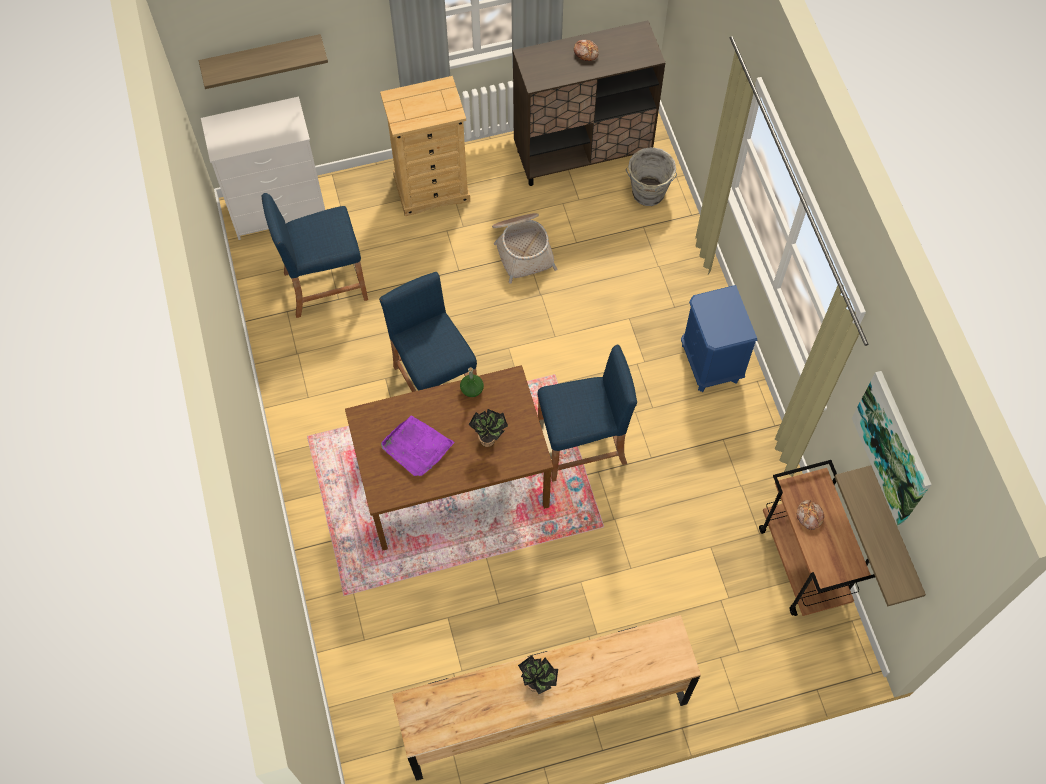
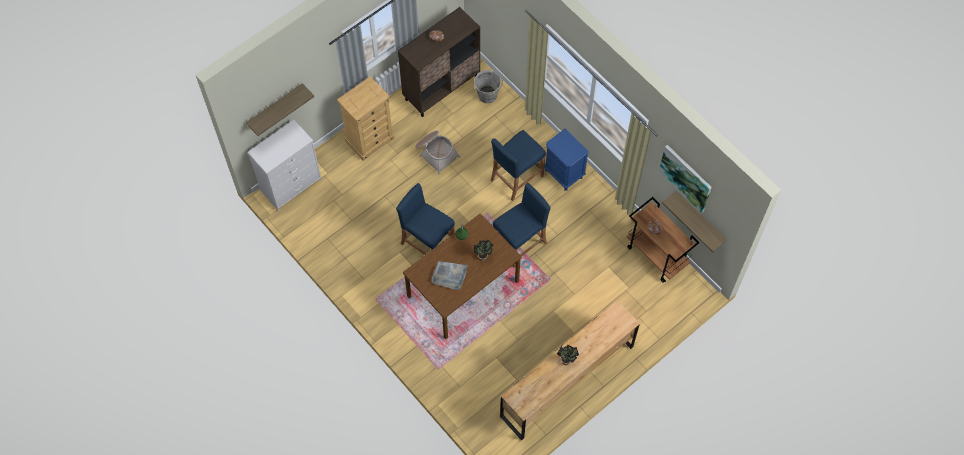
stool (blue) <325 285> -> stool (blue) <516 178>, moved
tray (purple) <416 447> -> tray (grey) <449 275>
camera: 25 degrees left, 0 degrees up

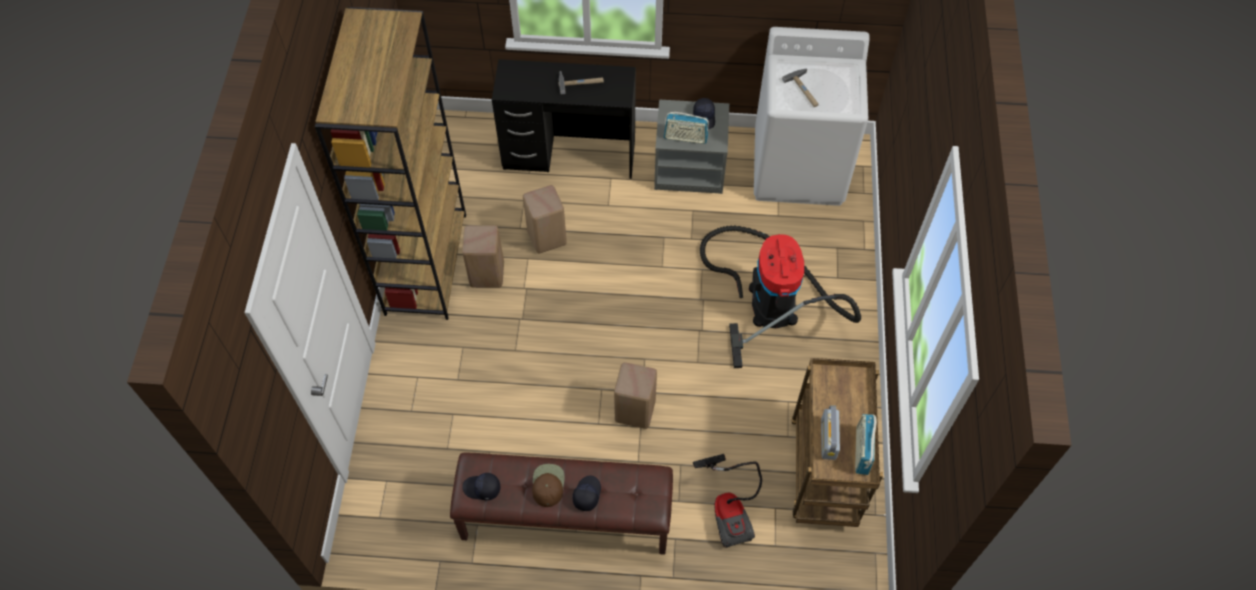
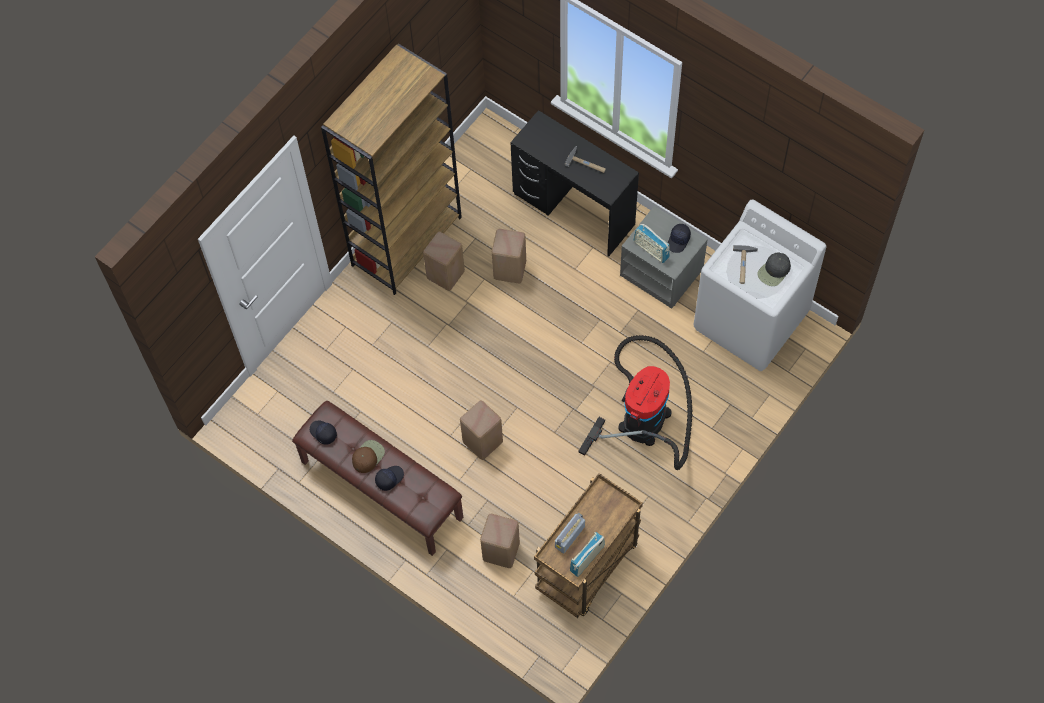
vacuum cleaner <729 509> -> stool (beige) <500 552>
none -> cap (black) <774 271>
camera: 35 degrees right, 5 degrees up

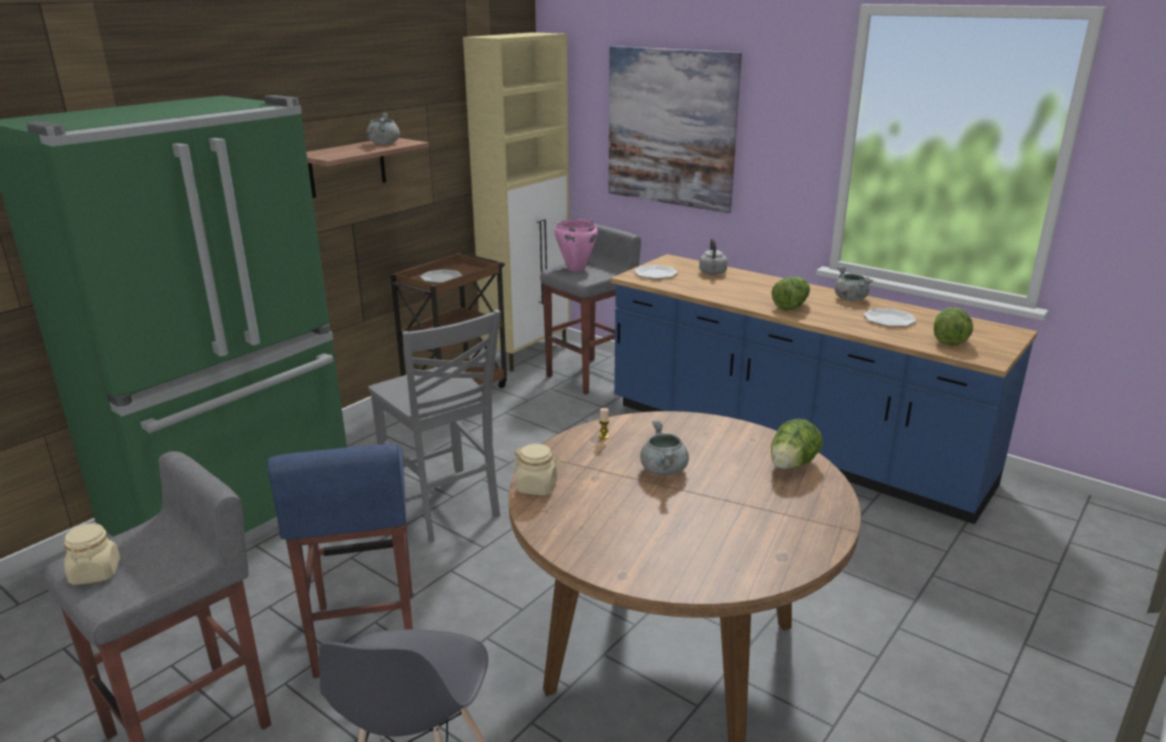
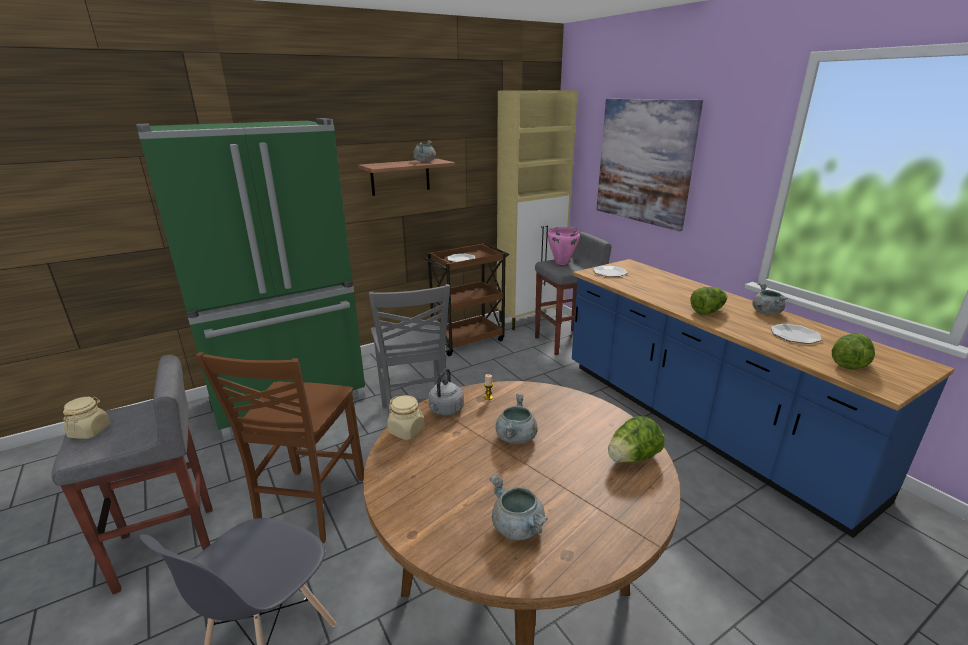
kettle (grey) <712 273> -> kettle (grey) <445 410>, moved
stool (blue) <364 635> -> chair (brown) <309 506>
none -> cooking pot (grey) <518 528>
camera: 20 degrees right, 0 degrees up

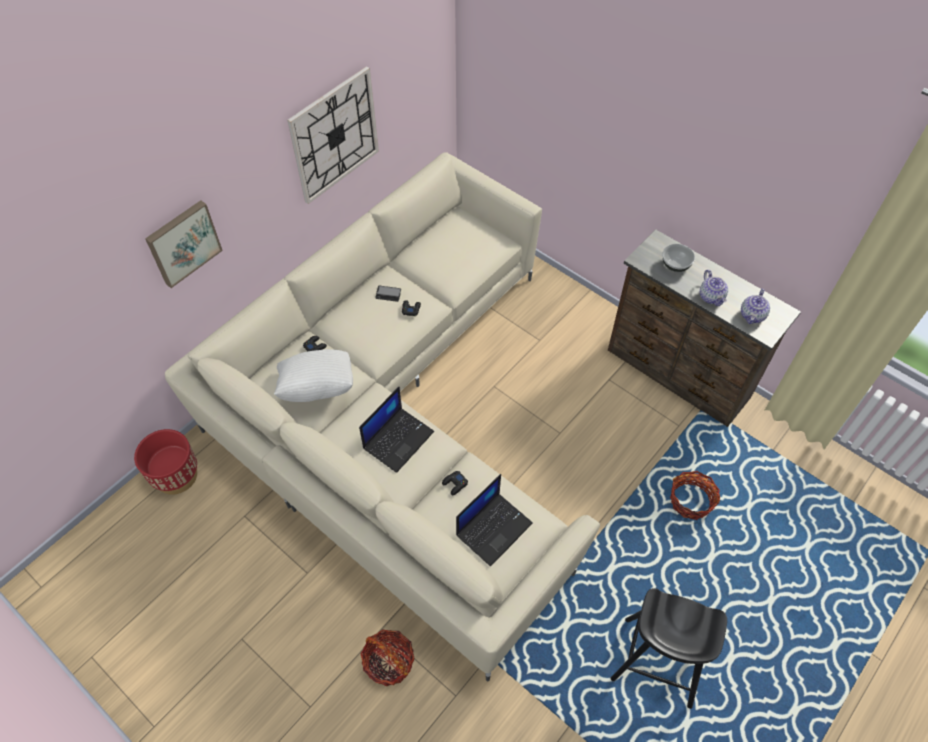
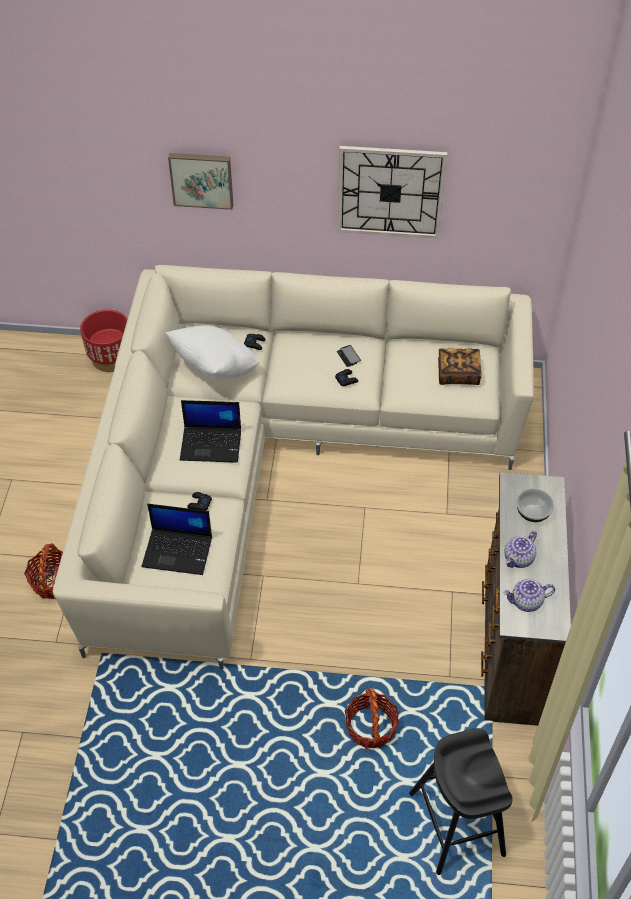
stool (black) <658 662> -> stool (black) <456 824>, moved
none -> book <458 374>
camera: 55 degrees right, 5 degrees down

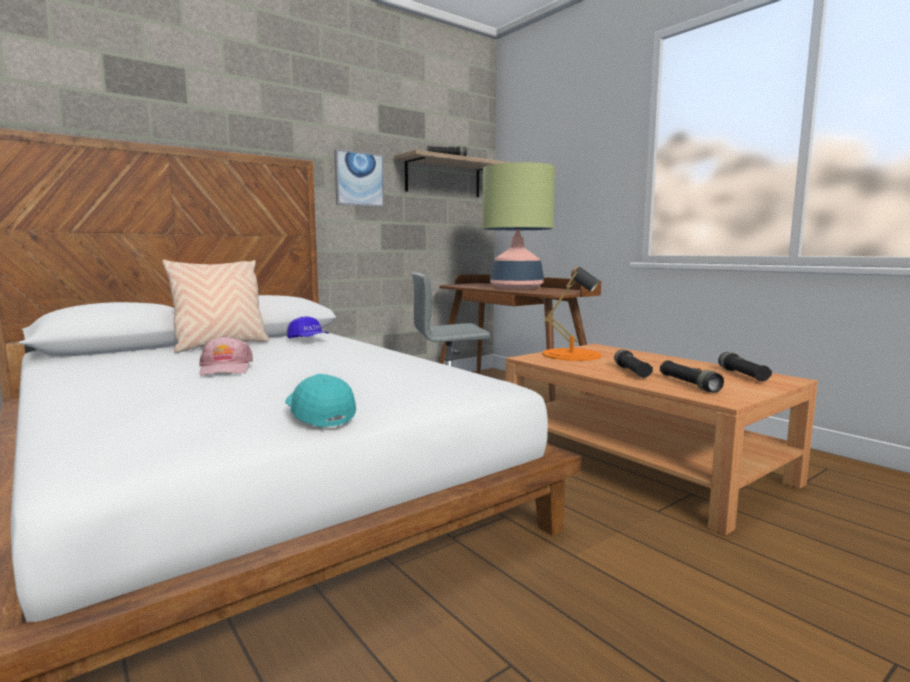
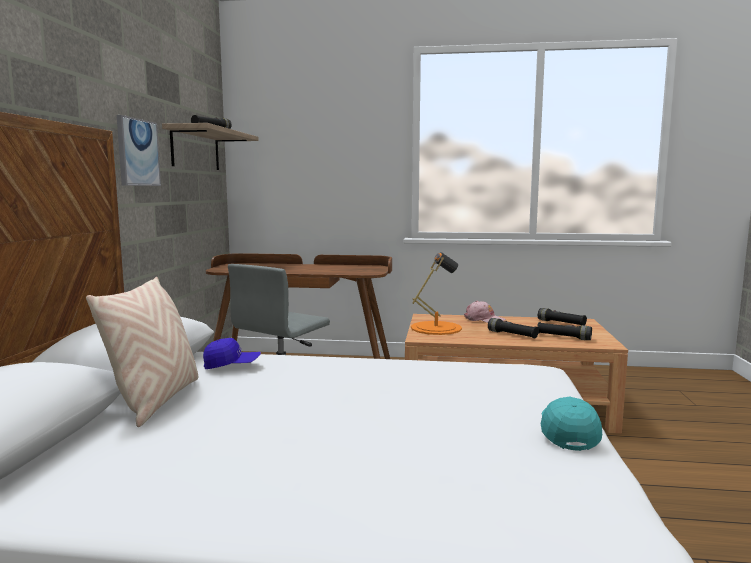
table lamp <516 288> -> none
cap (pink) <225 369> -> cap (pink) <484 320>, moved
cap (turquoise) <319 415> -> cap (turquoise) <567 433>, 90 degrees clockwise
camera: 45 degrees left, 0 degrees up

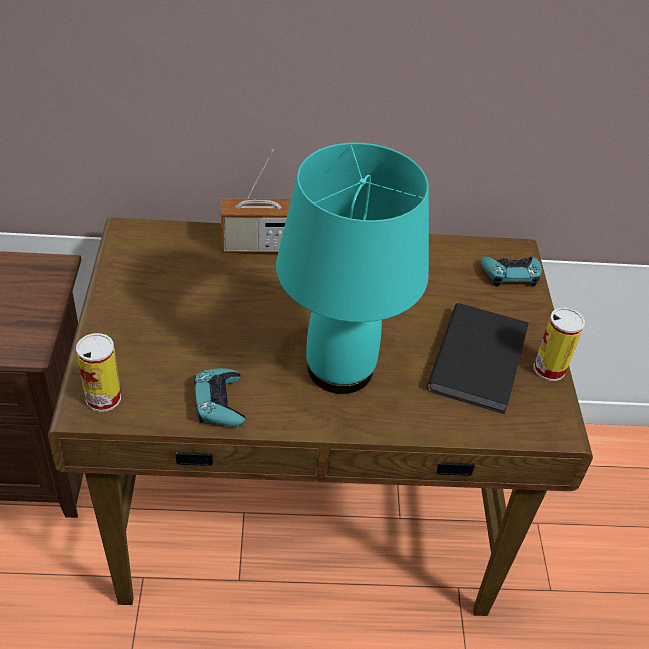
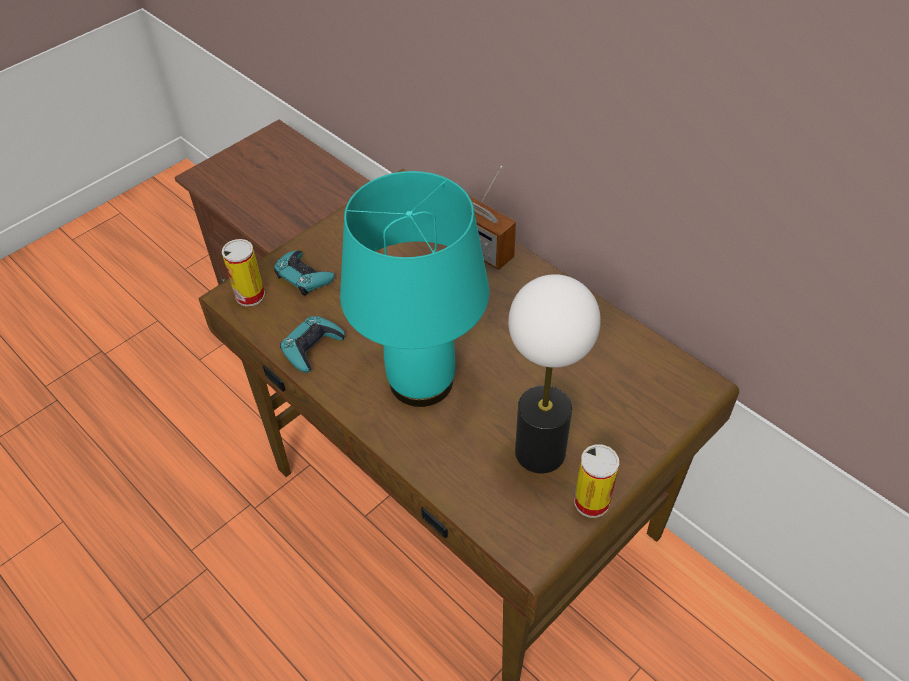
game controller (turquoise) <510 274> -> game controller (turquoise) <303 277>, moved
book (black) <481 360> -> table lamp <541 452>
camera: 50 degrees right, 5 degrees up

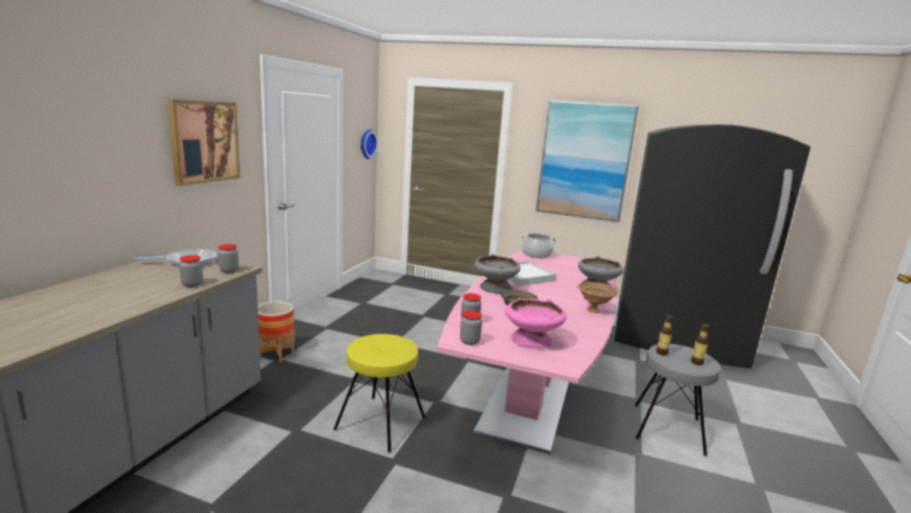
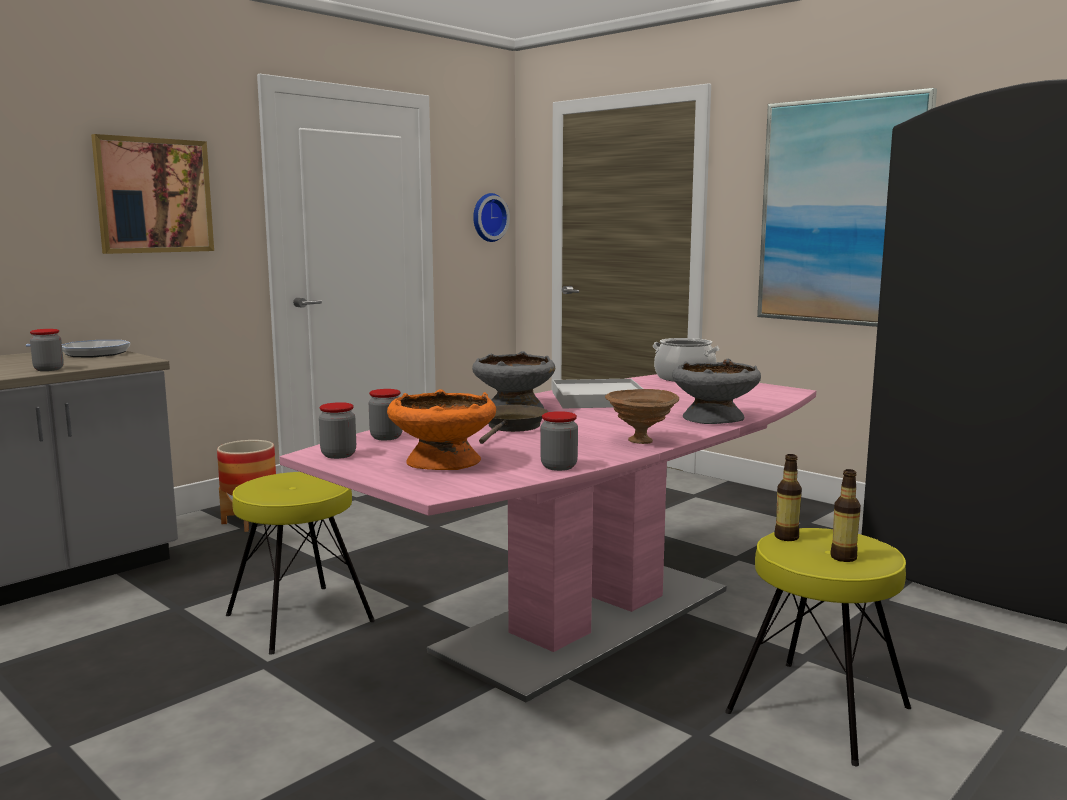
jar <229 271> -> jar <559 466>, moved
bowl (pink) <532 340> -> bowl (orange) <442 462>
stool (grey) <668 429> -> stool (yellow) <819 710>
camera: 25 degrees right, 5 degrees down

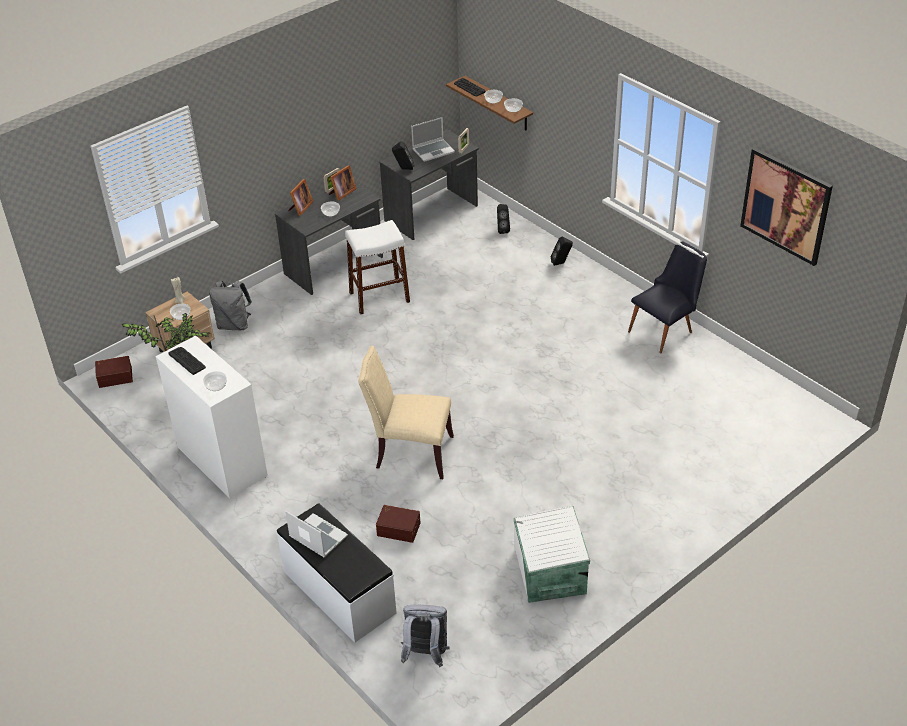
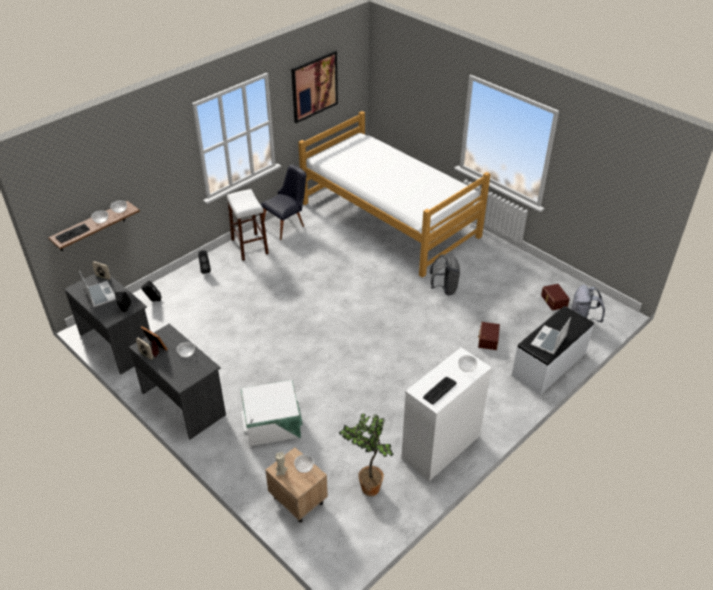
picture frame <300 208> -> none
stool (white) <379 297> -> stool (white) <249 246>, moved
chair (black) <665 330> -> chair (black) <287 225>, 90 degrees clockwise
backpack (grey) <234 325> -> backpack (grey) <444 289>, moved
chair (beige) <410 453> -> none
storage box (brown) <115 376> -> storage box (brown) <553 301>, moved
storage box (white) <549 572> -> storage box (white) <273 426>, moved
none -> bed <389 219>
camera: 95 degrees left, 0 degrees up

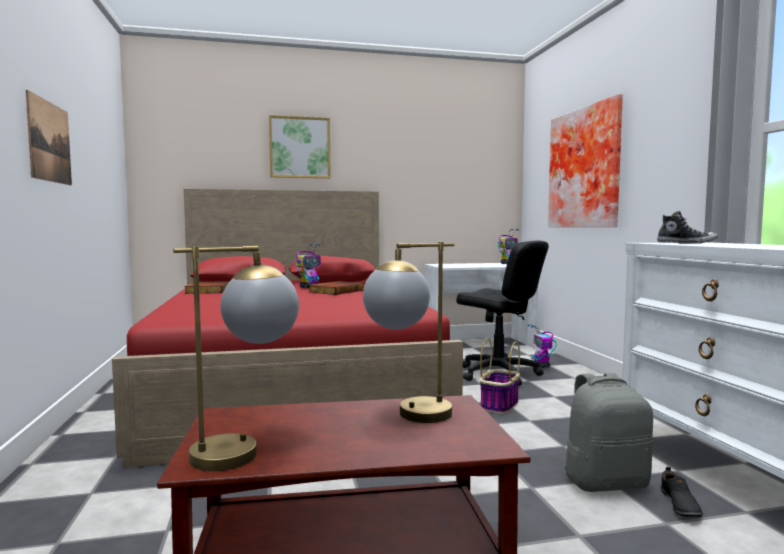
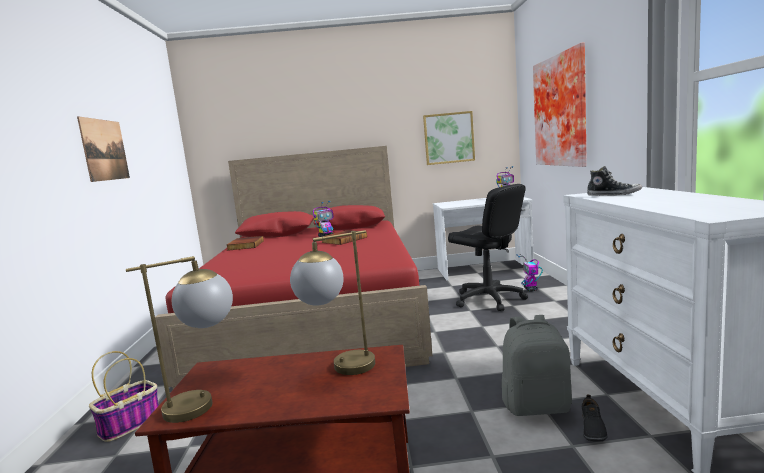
picture <300 147> -> picture <449 138>, moved
basket <499 405> -> basket <130 424>, moved
camera: 10 degrees right, 5 degrees up

